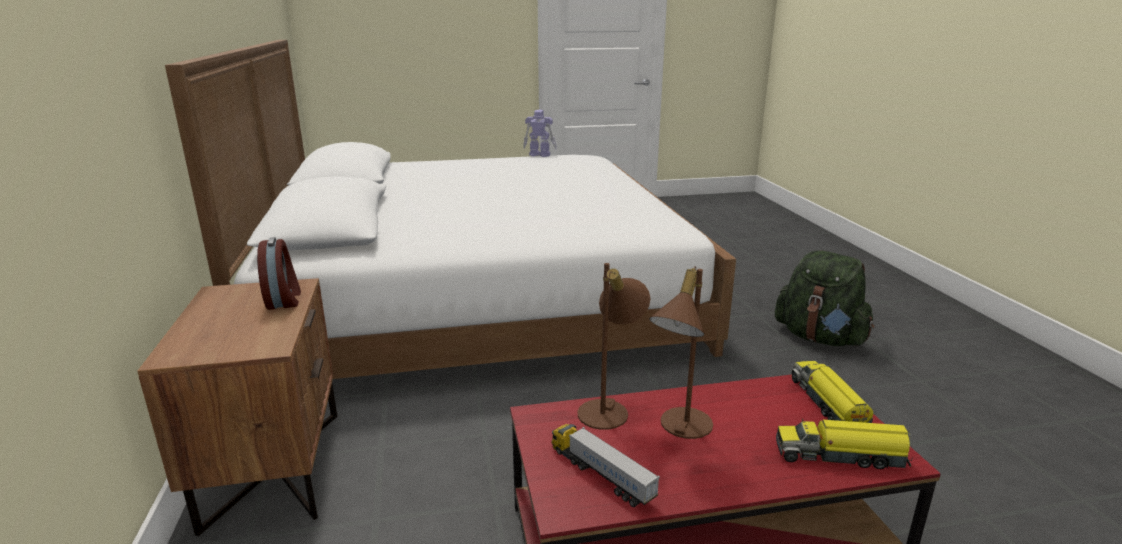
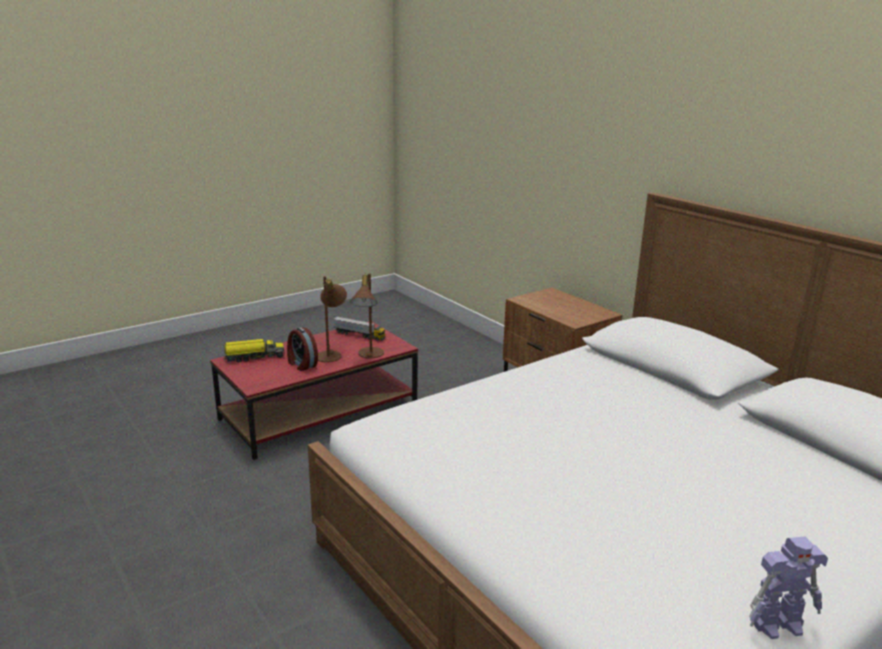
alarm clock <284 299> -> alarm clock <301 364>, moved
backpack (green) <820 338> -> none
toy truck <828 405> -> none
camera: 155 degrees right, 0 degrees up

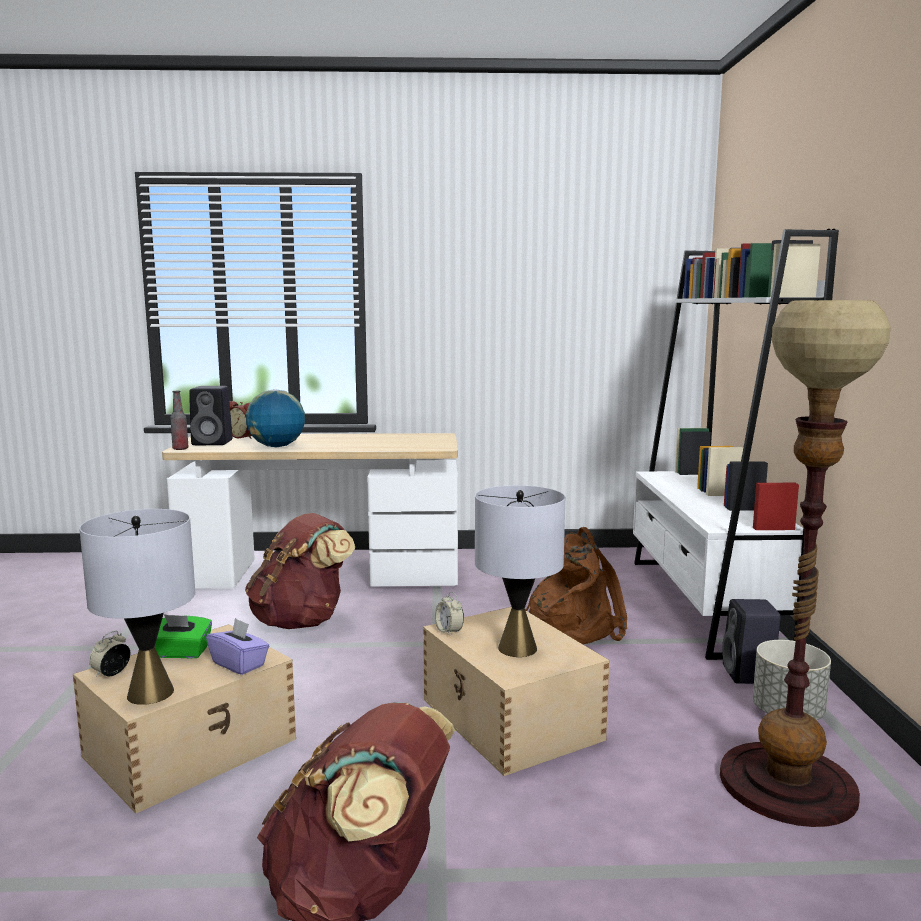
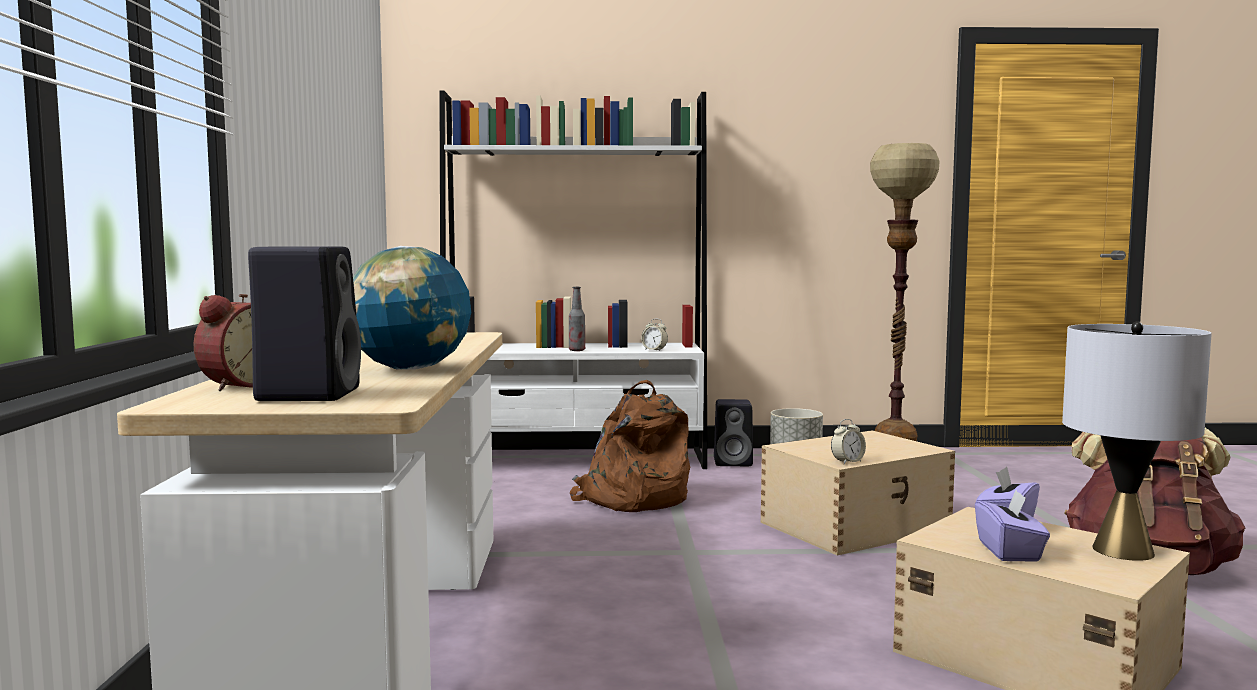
bottle <180 449> -> bottle <577 350>, moved
table lamp (grey) <517 648> -> none
backpack (brown) <301 621> -> none
tissue box (green) <181 653> -> tissue box (purple) <1009 551>
alarm clock <111 673> -> alarm clock <654 350>, moved
camera: 90 degrees left, 5 degrees down

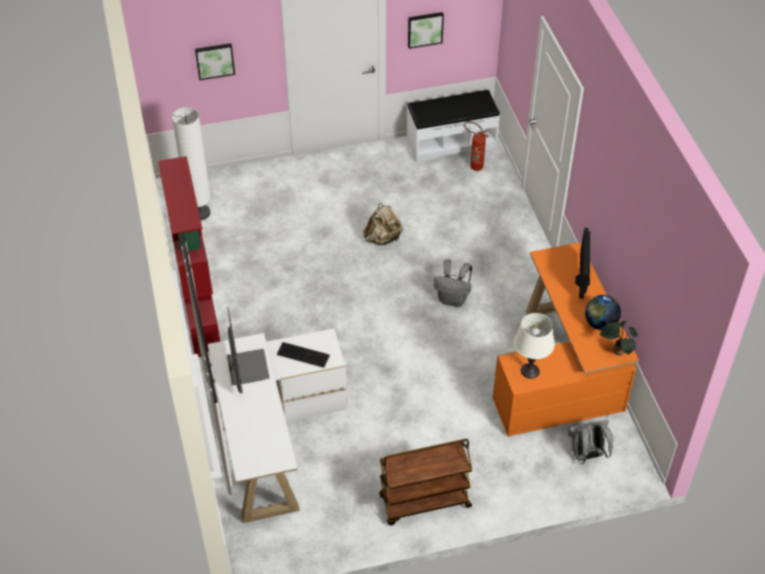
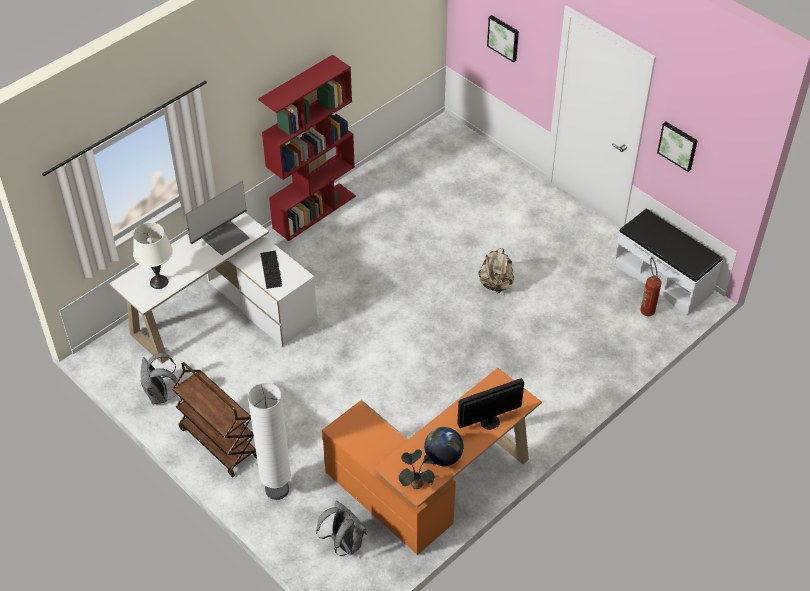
floor lamp (white) <200 213> -> floor lamp (white) <277 490>, moved
backpack (grey) <453 299> -> backpack (grey) <160 395>, moved
table lamp (white) <530 371> -> table lamp (white) <159 282>, moved
camera: 60 degrees right, 0 degrees up

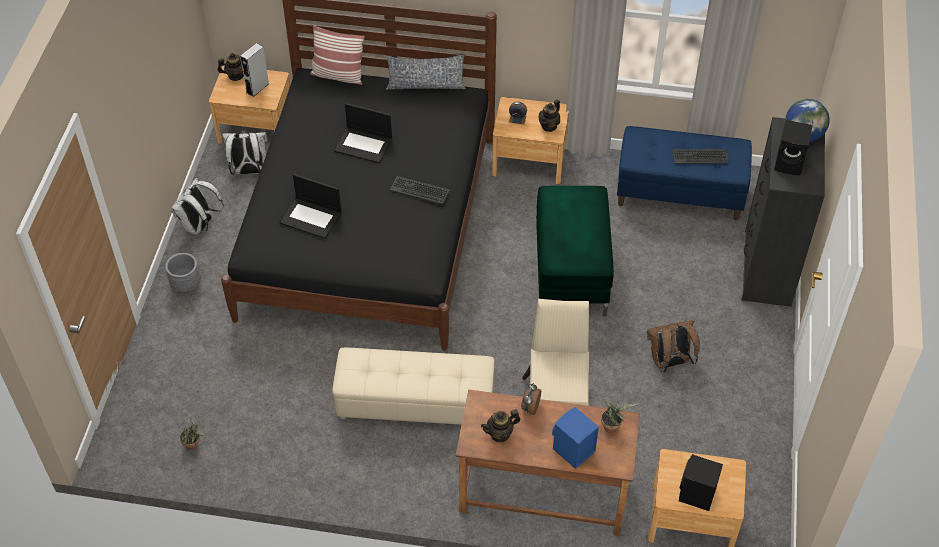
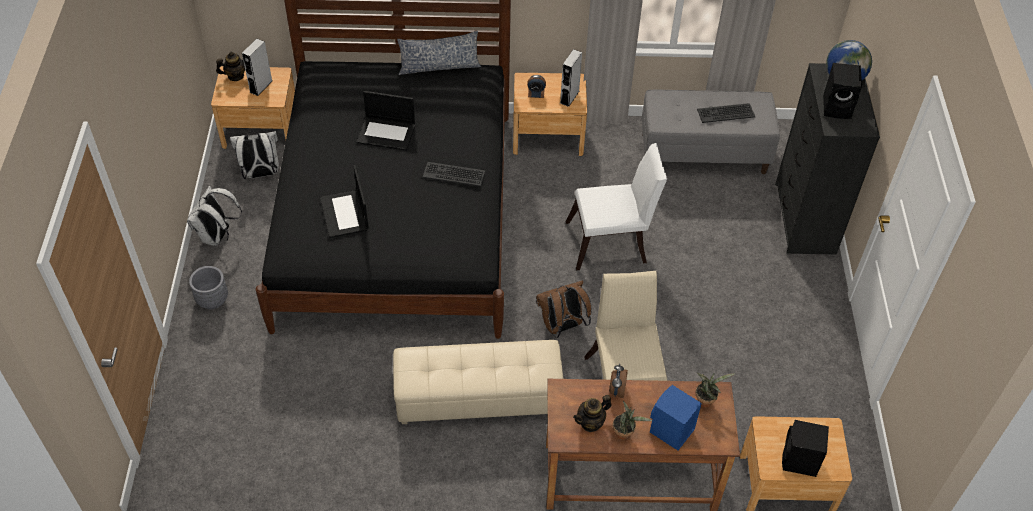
pillow <338 75> -> none
teapot <549 126> -> speaker (grey) <569 97>
bench (blue) <680 193> -> bench (grey) <704 153>
laptop <311 218> -> laptop <345 214>, 60 degrees clockwise
ottoman (green) <571 271> -> chair (white) <612 242>
backpack (brown) <669 362> -> backpack (brown) <562 326>, moved
potted plant <194 445> -> potted plant <625 433>, moved
camera: 10 degrees left, 0 degrees up

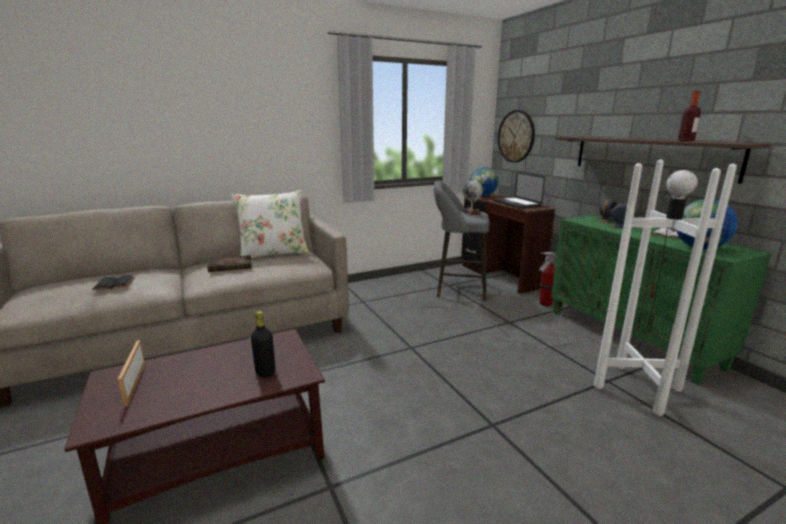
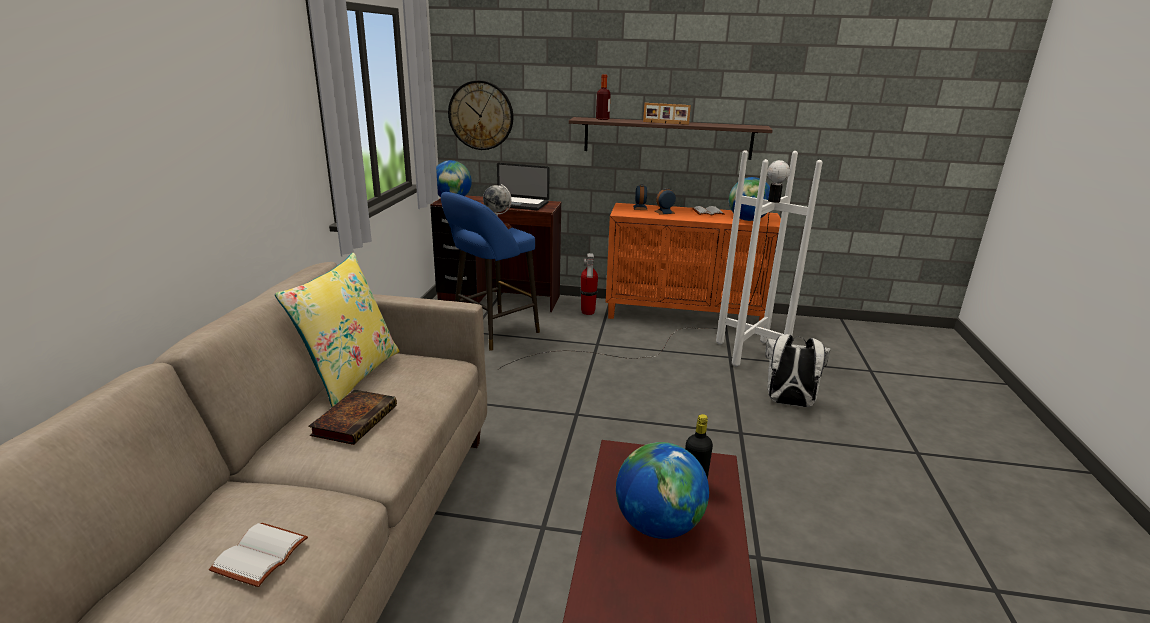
bottle <686 140> -> bottle <602 119>, moved
stool (grey) <457 289> -> stool (blue) <491 332>
pillow (white) <274 254> -> pillow (yellow) <350 375>
cabinet (green) <631 338> -> cabinet (orange) <685 315>
book (black) <113 284> -> book (white) <261 556>
picture frame <134 384> -> picture frame <665 123>, moved
none -> backpack (white) <788 403>
none -> globe <658 525>
camera: 55 degrees left, 5 degrees up

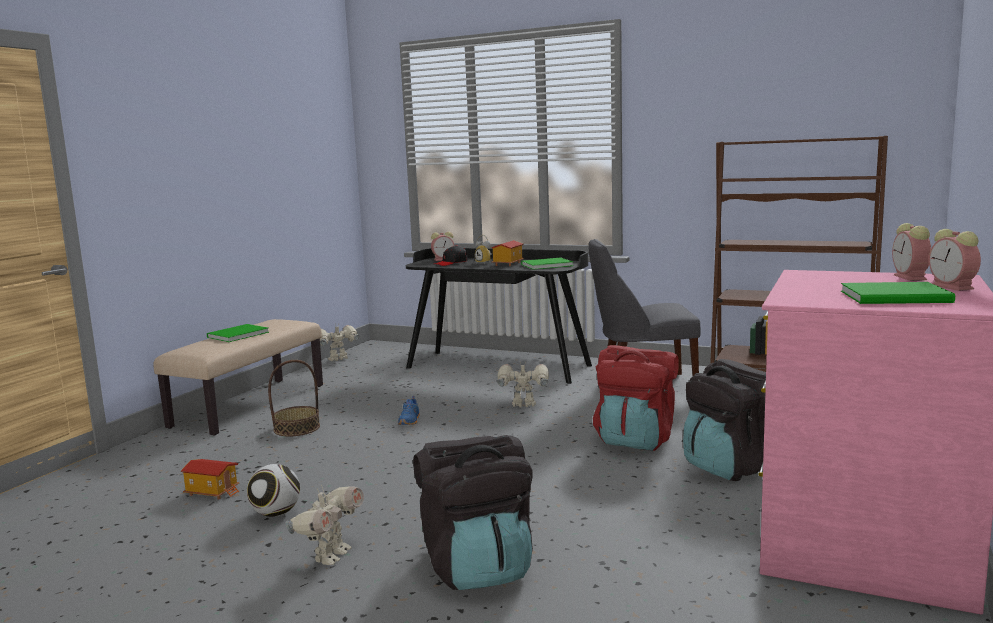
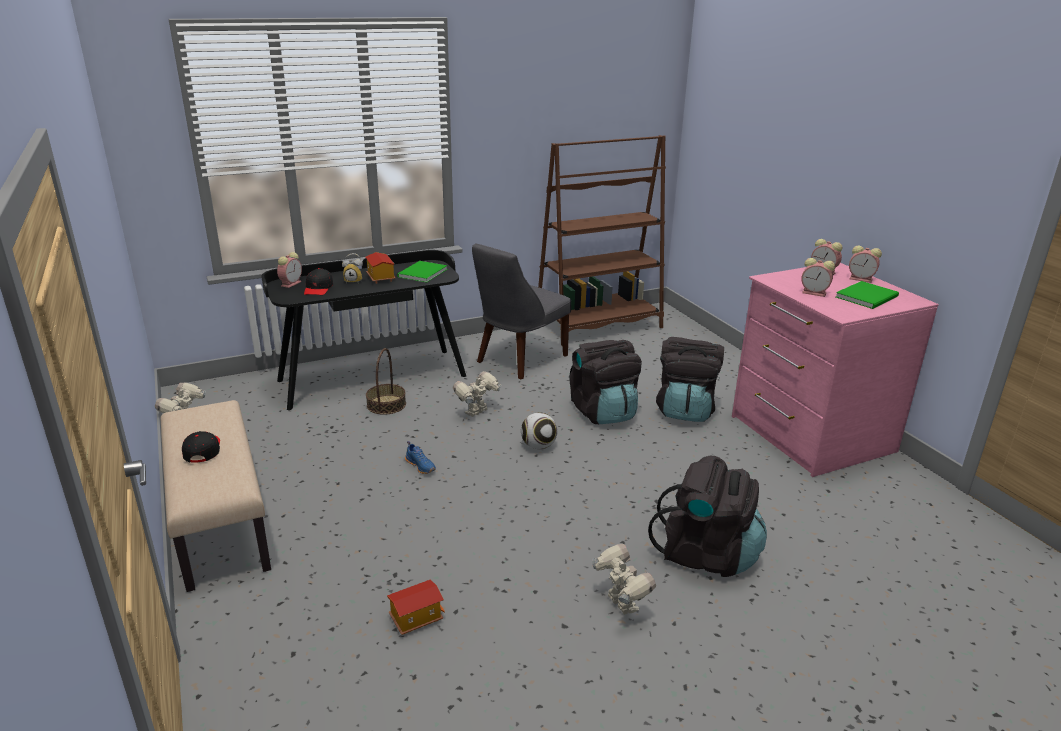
book (green) <236 335> -> cap (black) <202 450>
backpack (red) <636 439> -> backpack (black) <603 412>
basket <297 428> -> basket <386 404>, moved
football <276 513> -> football <538 446>, moved
none -> alarm clock <815 293>
camera: 50 degrees left, 15 degrees up

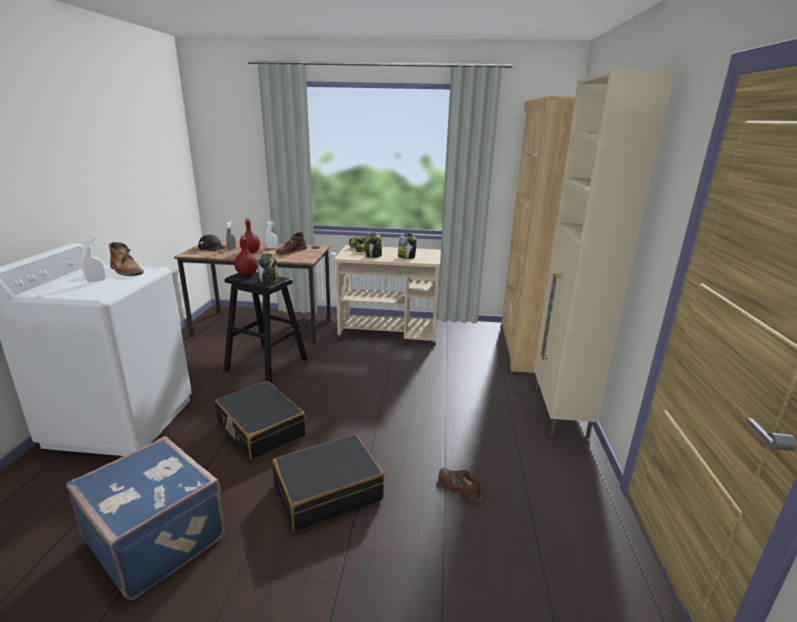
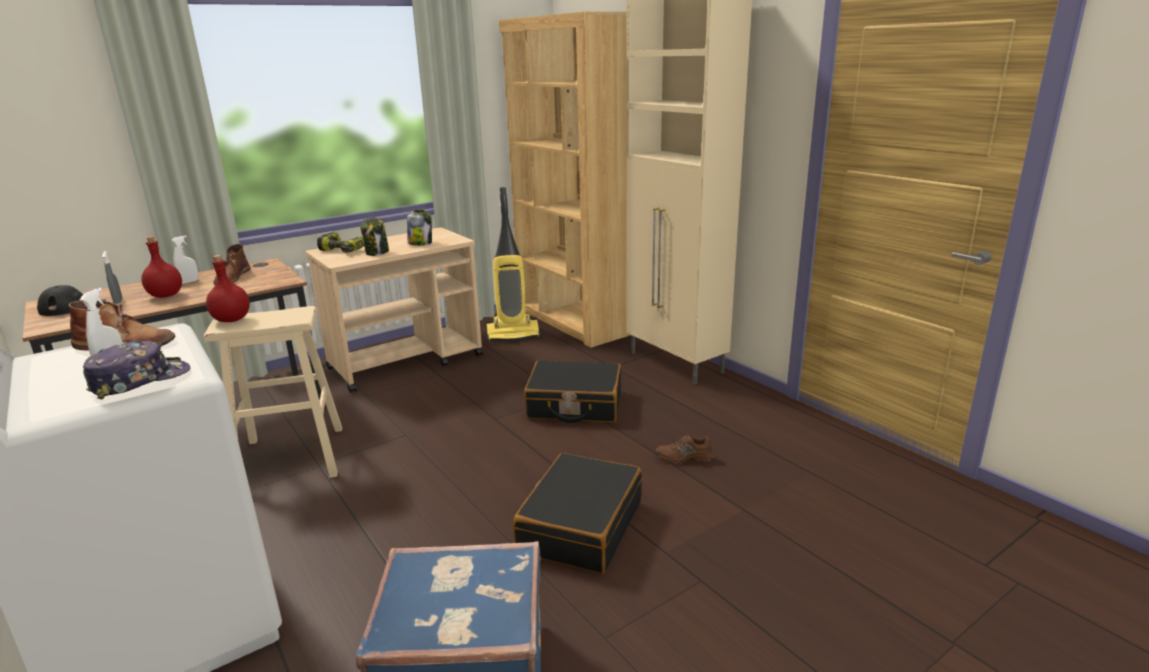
jar <269 280> -> none
stool (black) <266 364> -> stool (beige) <291 458>
suitcase (black) <260 429> -> suitcase (black) <574 405>, moved
none -> vacuum cleaner <513 334>
none -> cap <140 380>
camera: 40 degrees left, 0 degrees up

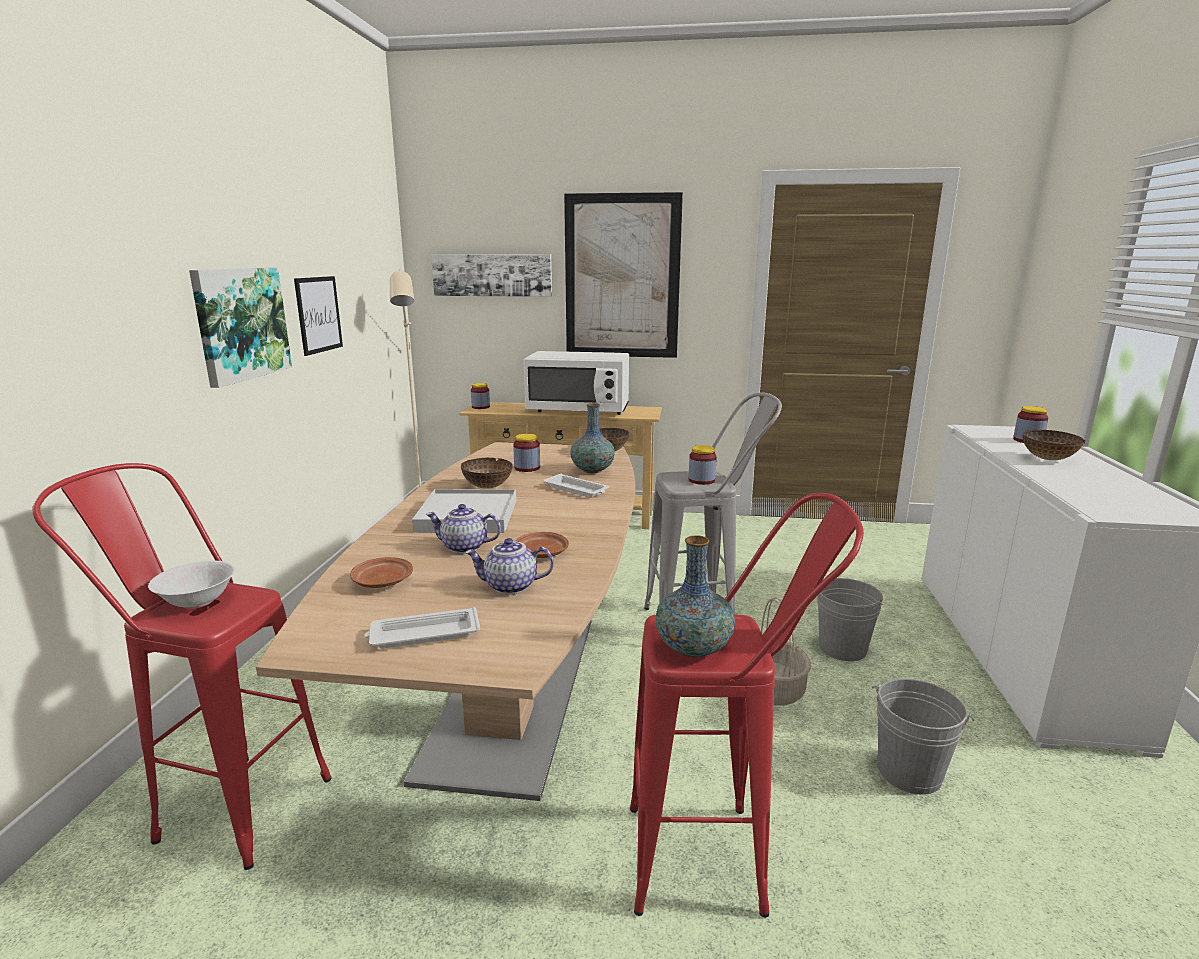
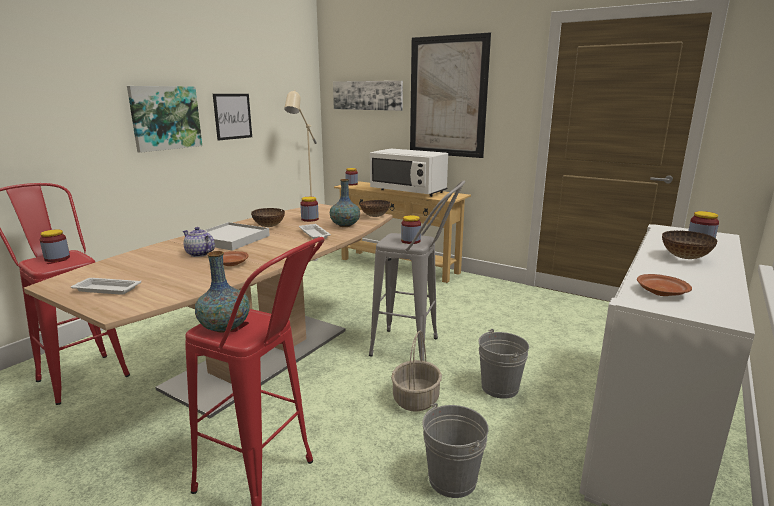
teapot <510 587> -> none
plate (brown) <382 582> -> plate (brown) <661 292>, moved
bowl (white) <198 601> -> jar <57 258>
camera: 25 degrees right, 0 degrees up

